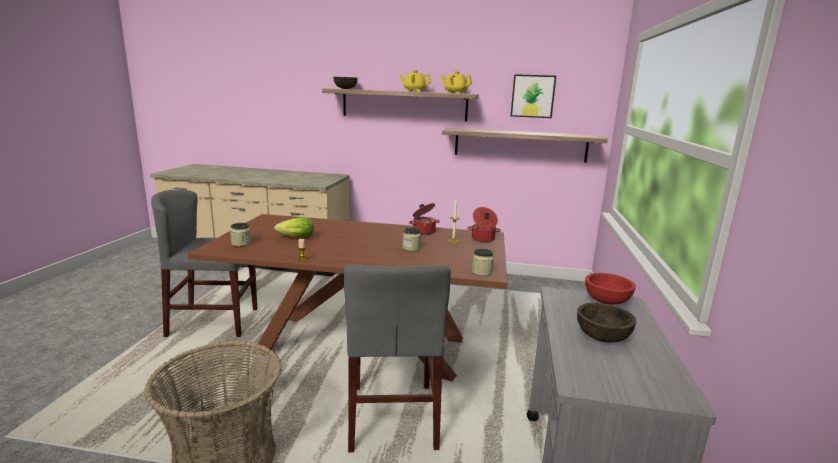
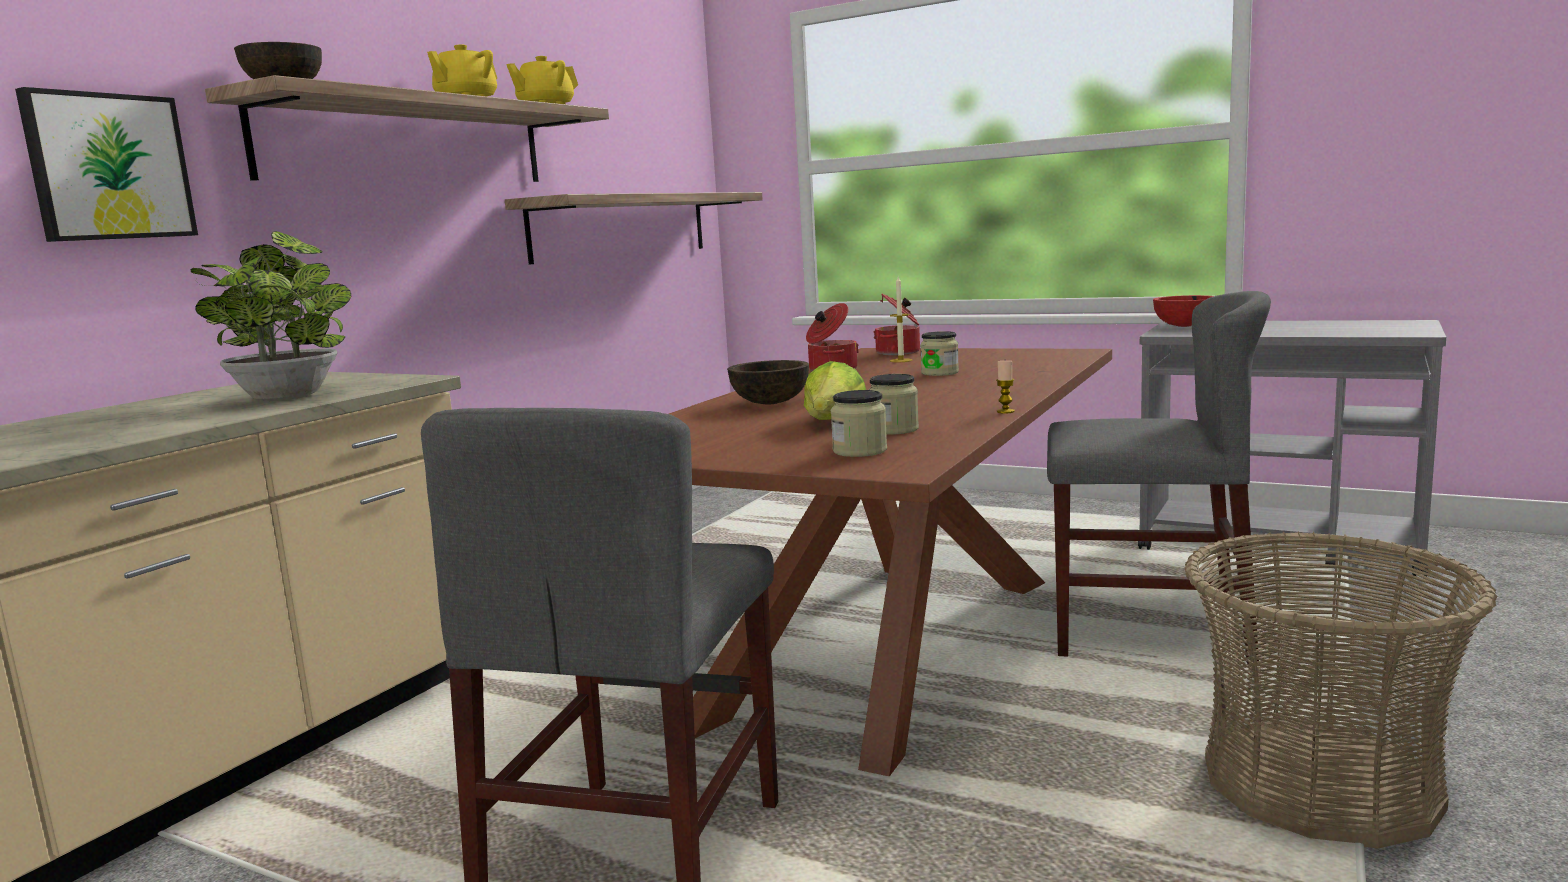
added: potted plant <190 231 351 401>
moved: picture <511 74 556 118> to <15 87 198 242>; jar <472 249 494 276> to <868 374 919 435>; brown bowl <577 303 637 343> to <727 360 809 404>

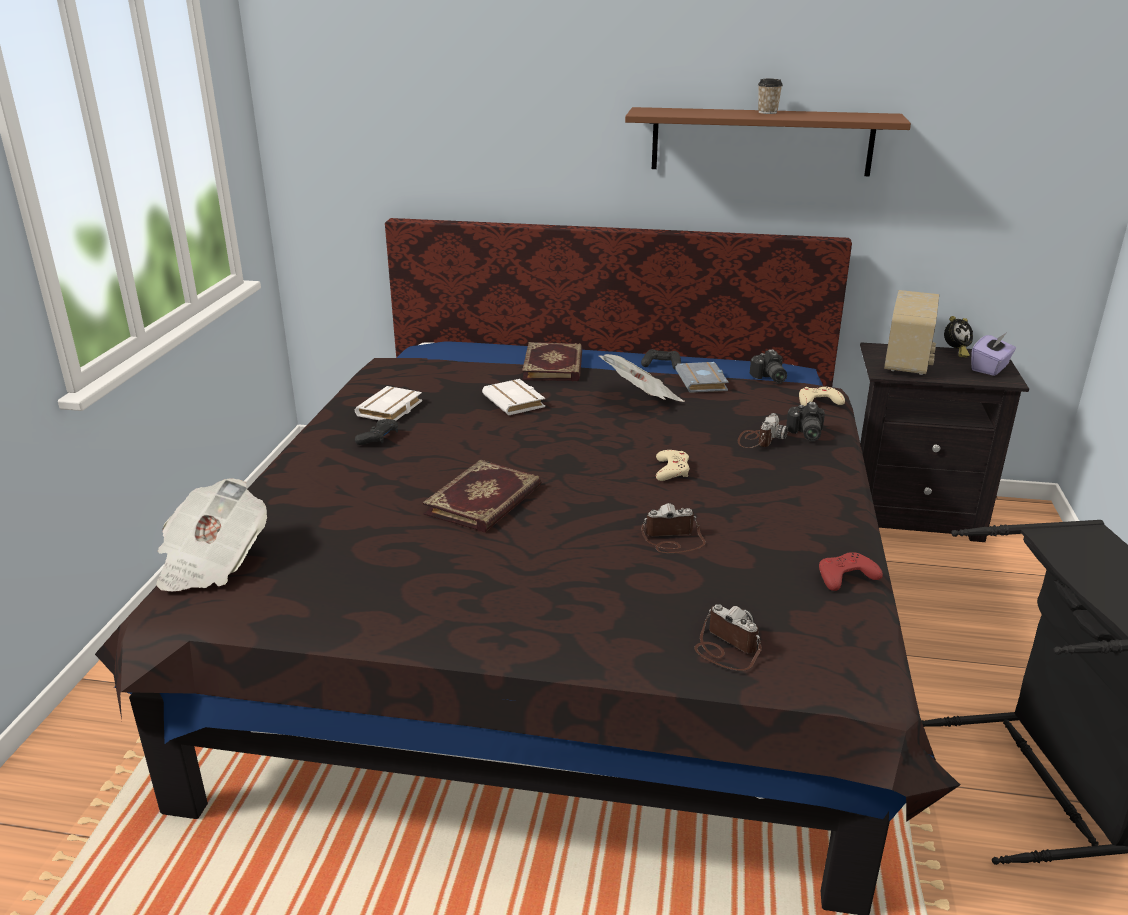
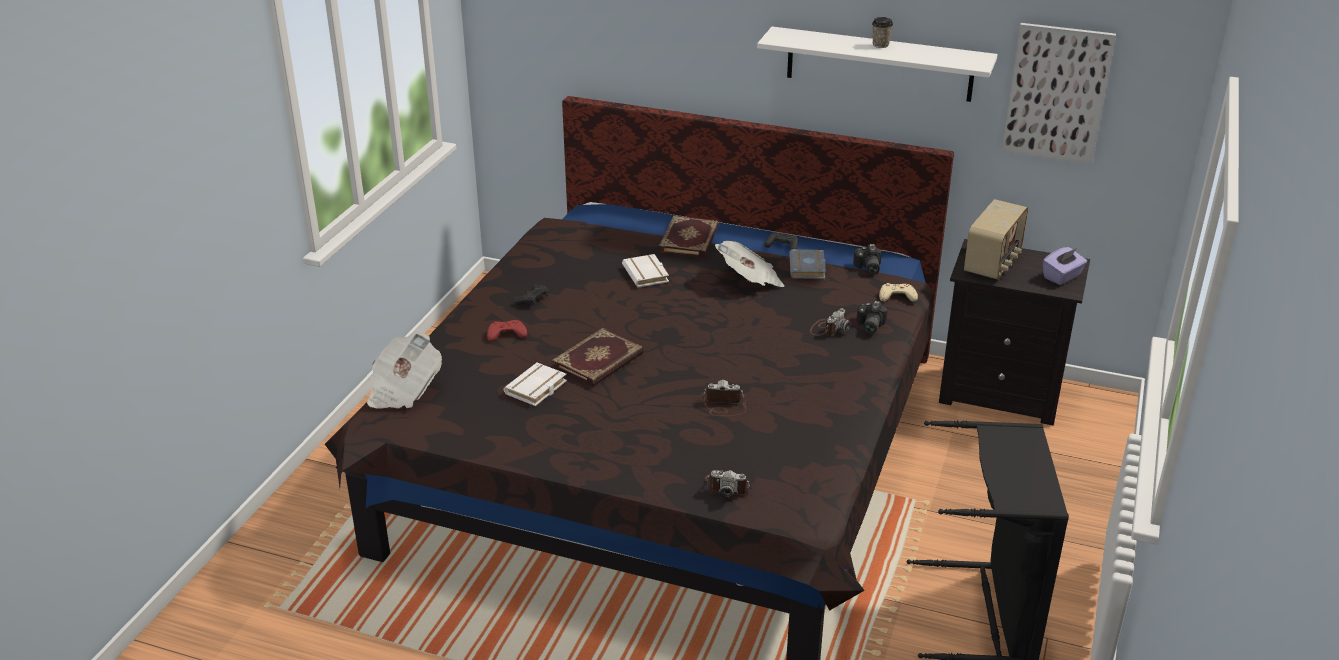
removed: alarm clock <944 316 973 358>; beige game controller <656 450 689 481>
added: picture <1002 23 1116 164>
moved: white book <355 386 422 421> to <504 363 567 406>; red game controller <819 552 883 591> to <487 320 527 342>
recoloured: brown shelf <625 107 911 176> to white shelf <757 27 998 102>
turned: photo camera <694 604 762 671> = <705 470 751 497> 135 degrees clockwise

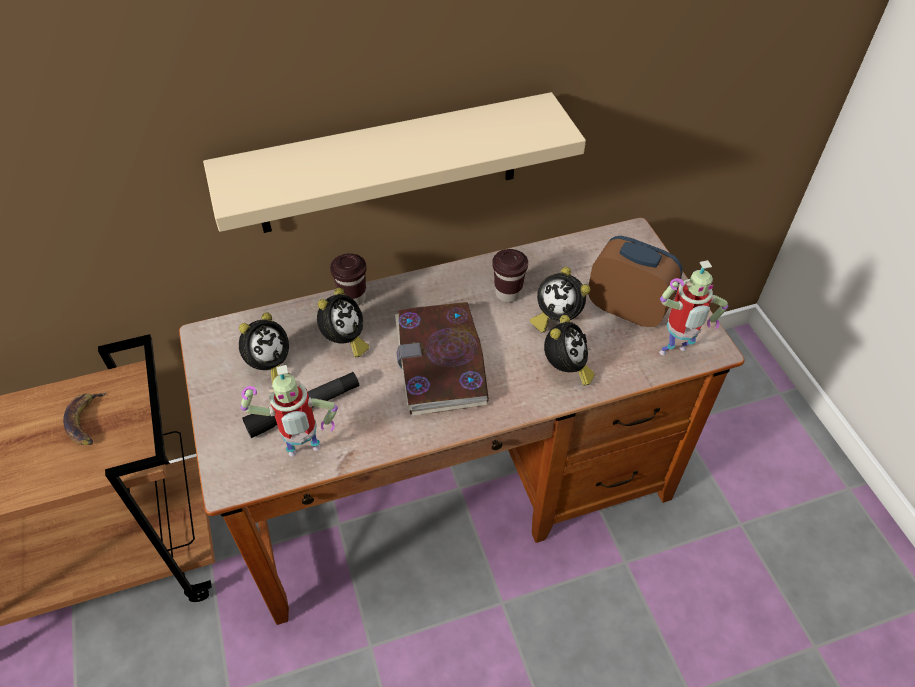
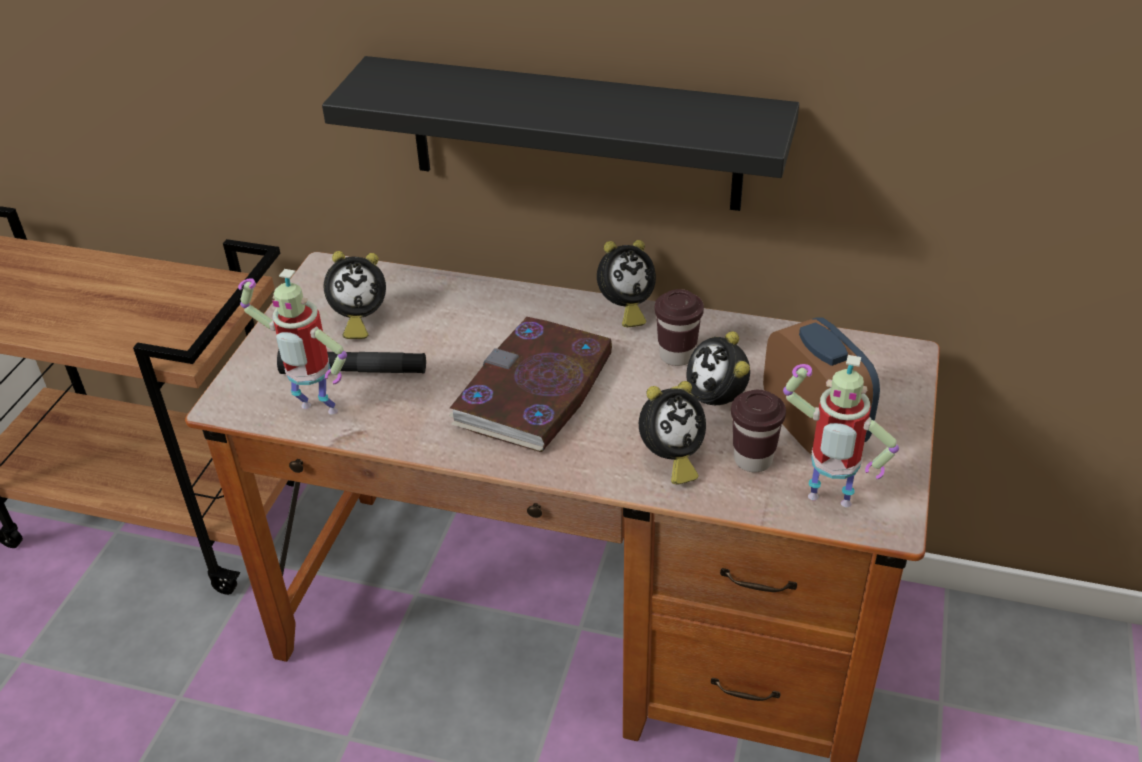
removed: banana <63 392 107 445>
moved: brown cup <330 253 367 306> to <731 390 786 472>; alarm clock <317 287 369 357> to <597 240 656 327>
recoloured: beige shelf <203 92 586 233> to black shelf <322 56 799 211>

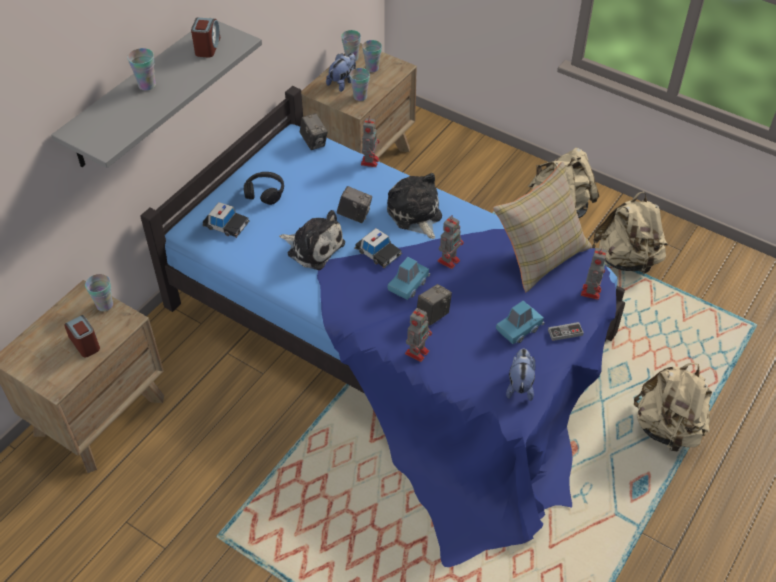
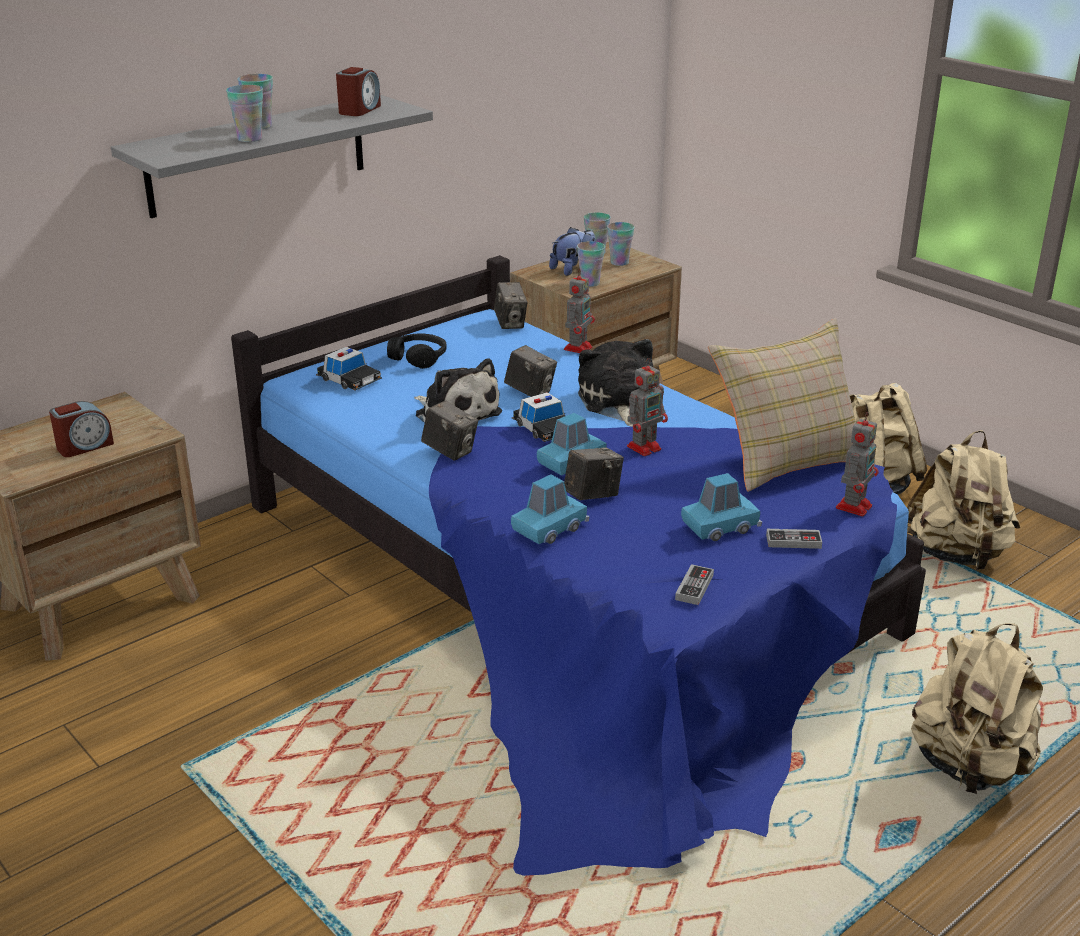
added: photo camera <421 401 478 461>
moved: cup <85 274 113 311> to <226 85 263 142>
replaced: toy robot <405 308 432 362> to blue toy car <511 474 590 544>; plush toy <506 349 535 401> to game controller <675 564 714 605>
turned: alarm clock <64 315 100 358> = <49 401 114 457> 75 degrees clockwise

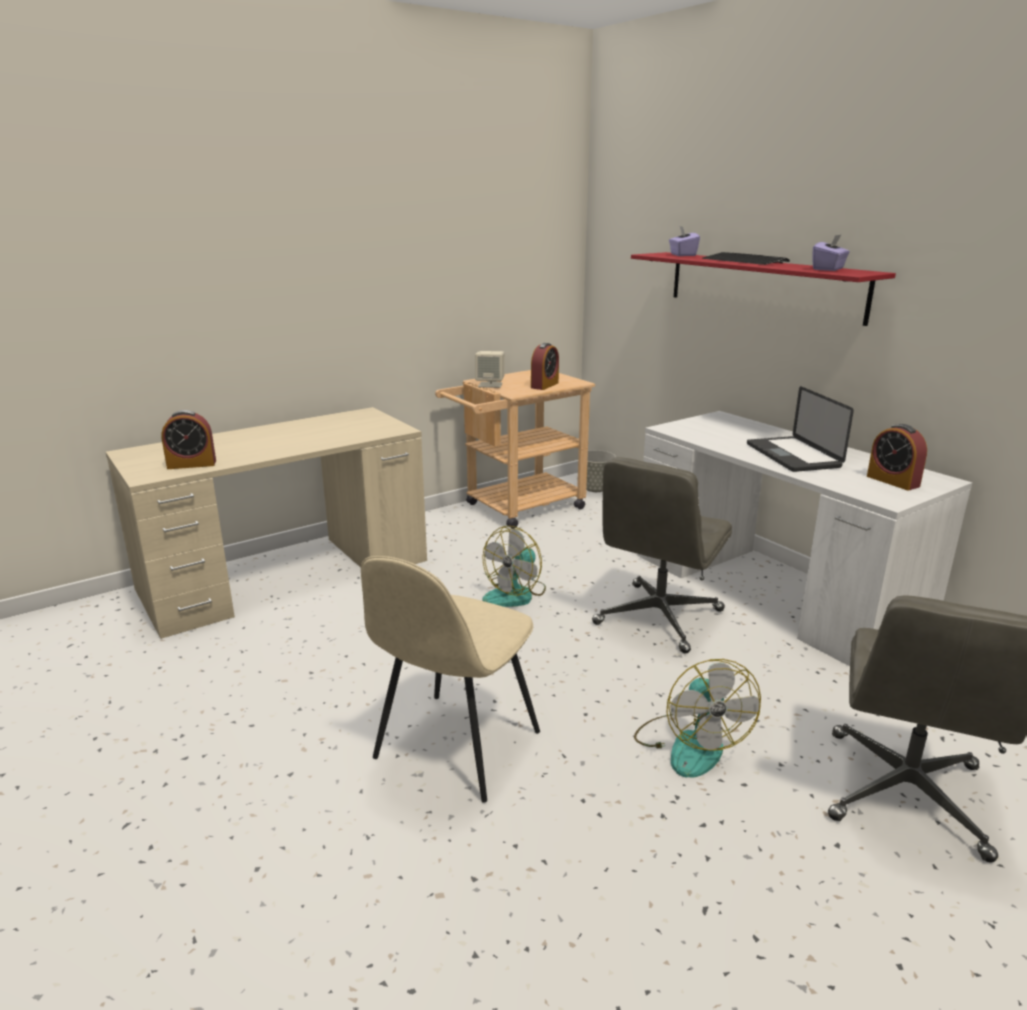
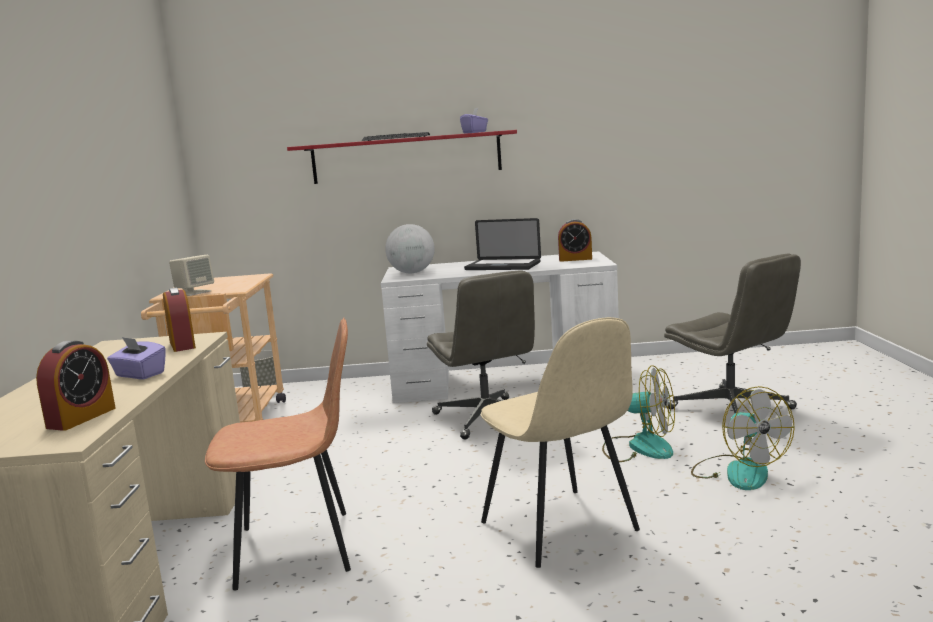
added: globe <385 224 435 273>; brown chair <205 317 351 590>
moved: purple tissue box <669 226 700 256> to <107 337 166 379>; alarm clock <531 343 559 390> to <163 288 196 352>; fan <482 526 546 607> to <691 386 795 490>

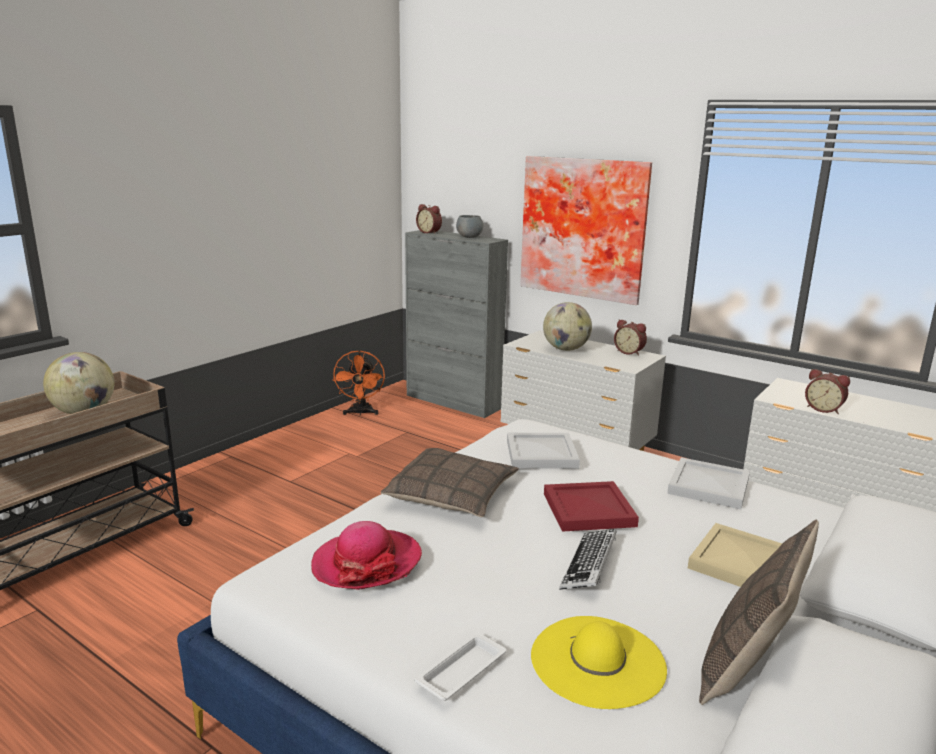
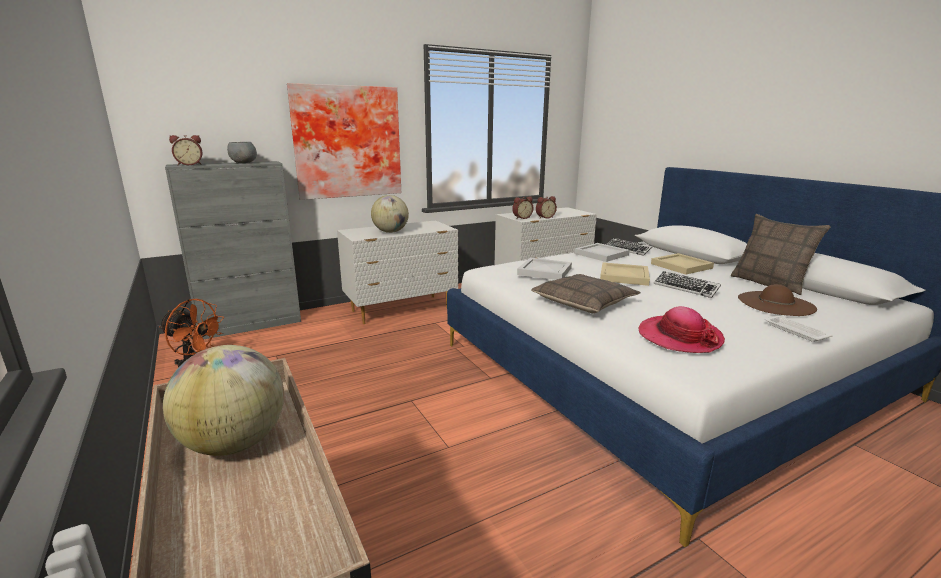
added: keyboard <606 238 653 256>
moved: alarm clock <614 319 647 356> to <512 197 533 219>
recoloured: red tray <544 481 639 532> to beige tray <600 262 650 286>; yellow hat <531 616 667 709> to brown hat <738 284 817 316>

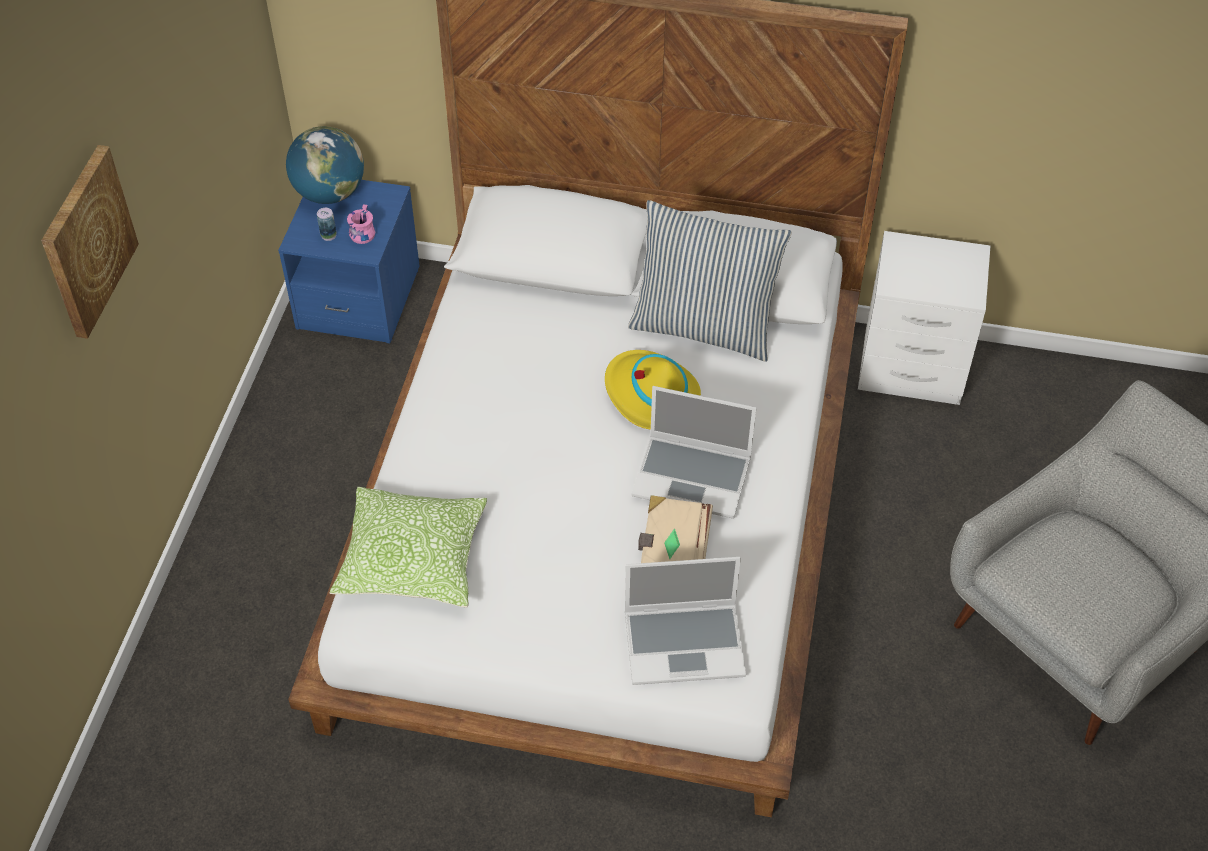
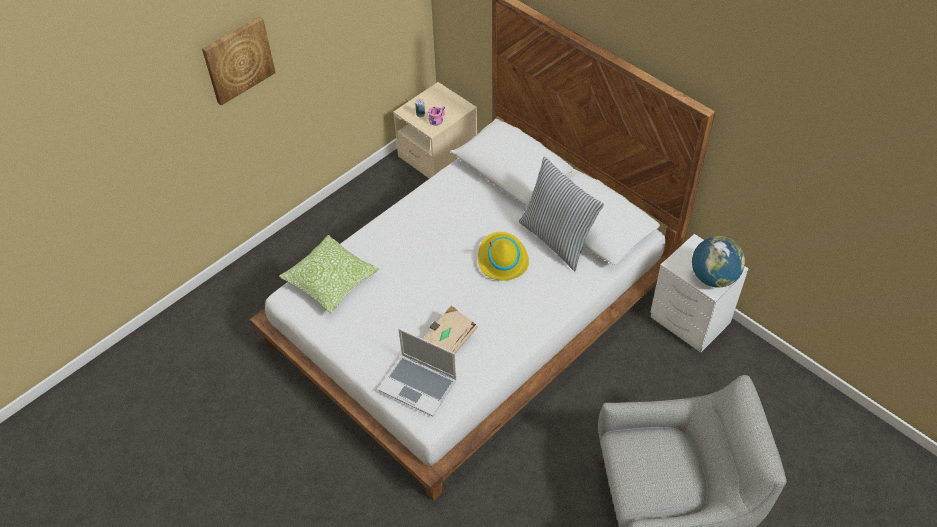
removed: laptop <631 386 756 519>
moved: globe <286 126 364 204> to <692 236 745 288>
recoloured: blue nightstand <278 180 420 343> to beige nightstand <393 82 477 179>

